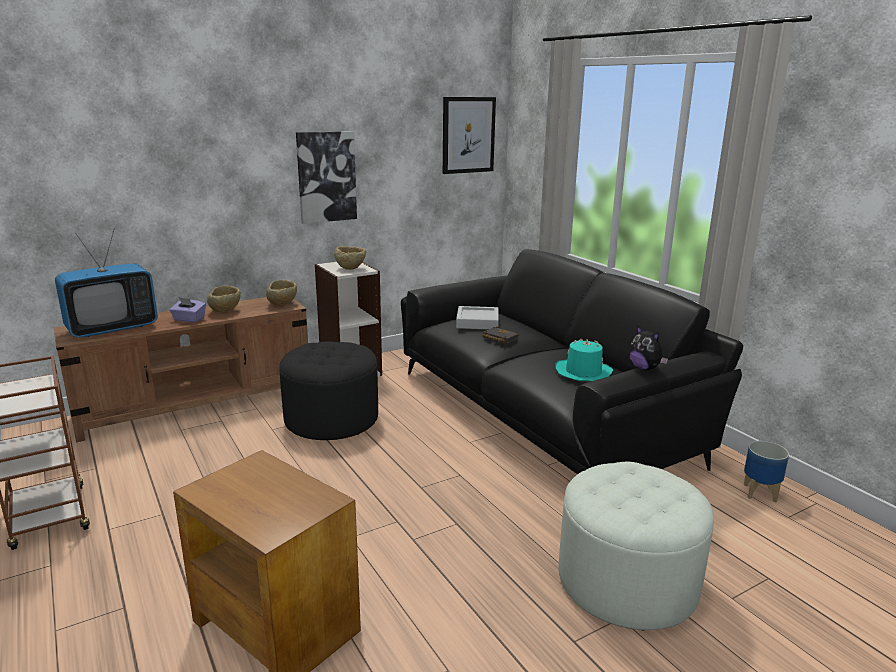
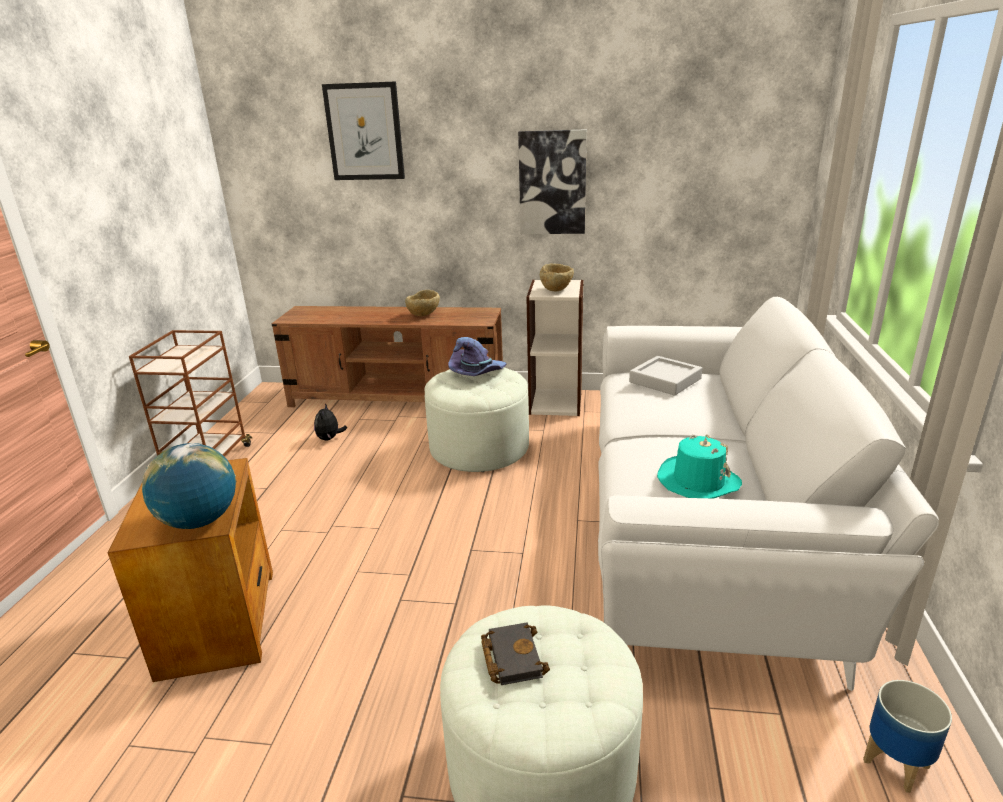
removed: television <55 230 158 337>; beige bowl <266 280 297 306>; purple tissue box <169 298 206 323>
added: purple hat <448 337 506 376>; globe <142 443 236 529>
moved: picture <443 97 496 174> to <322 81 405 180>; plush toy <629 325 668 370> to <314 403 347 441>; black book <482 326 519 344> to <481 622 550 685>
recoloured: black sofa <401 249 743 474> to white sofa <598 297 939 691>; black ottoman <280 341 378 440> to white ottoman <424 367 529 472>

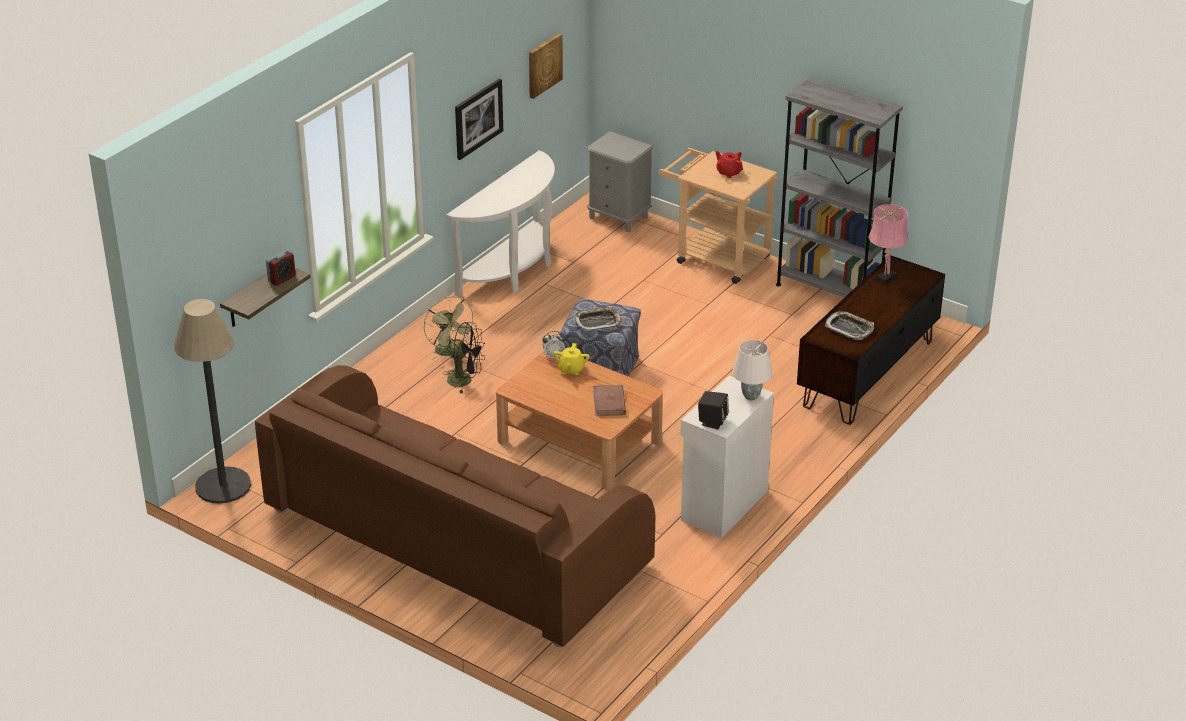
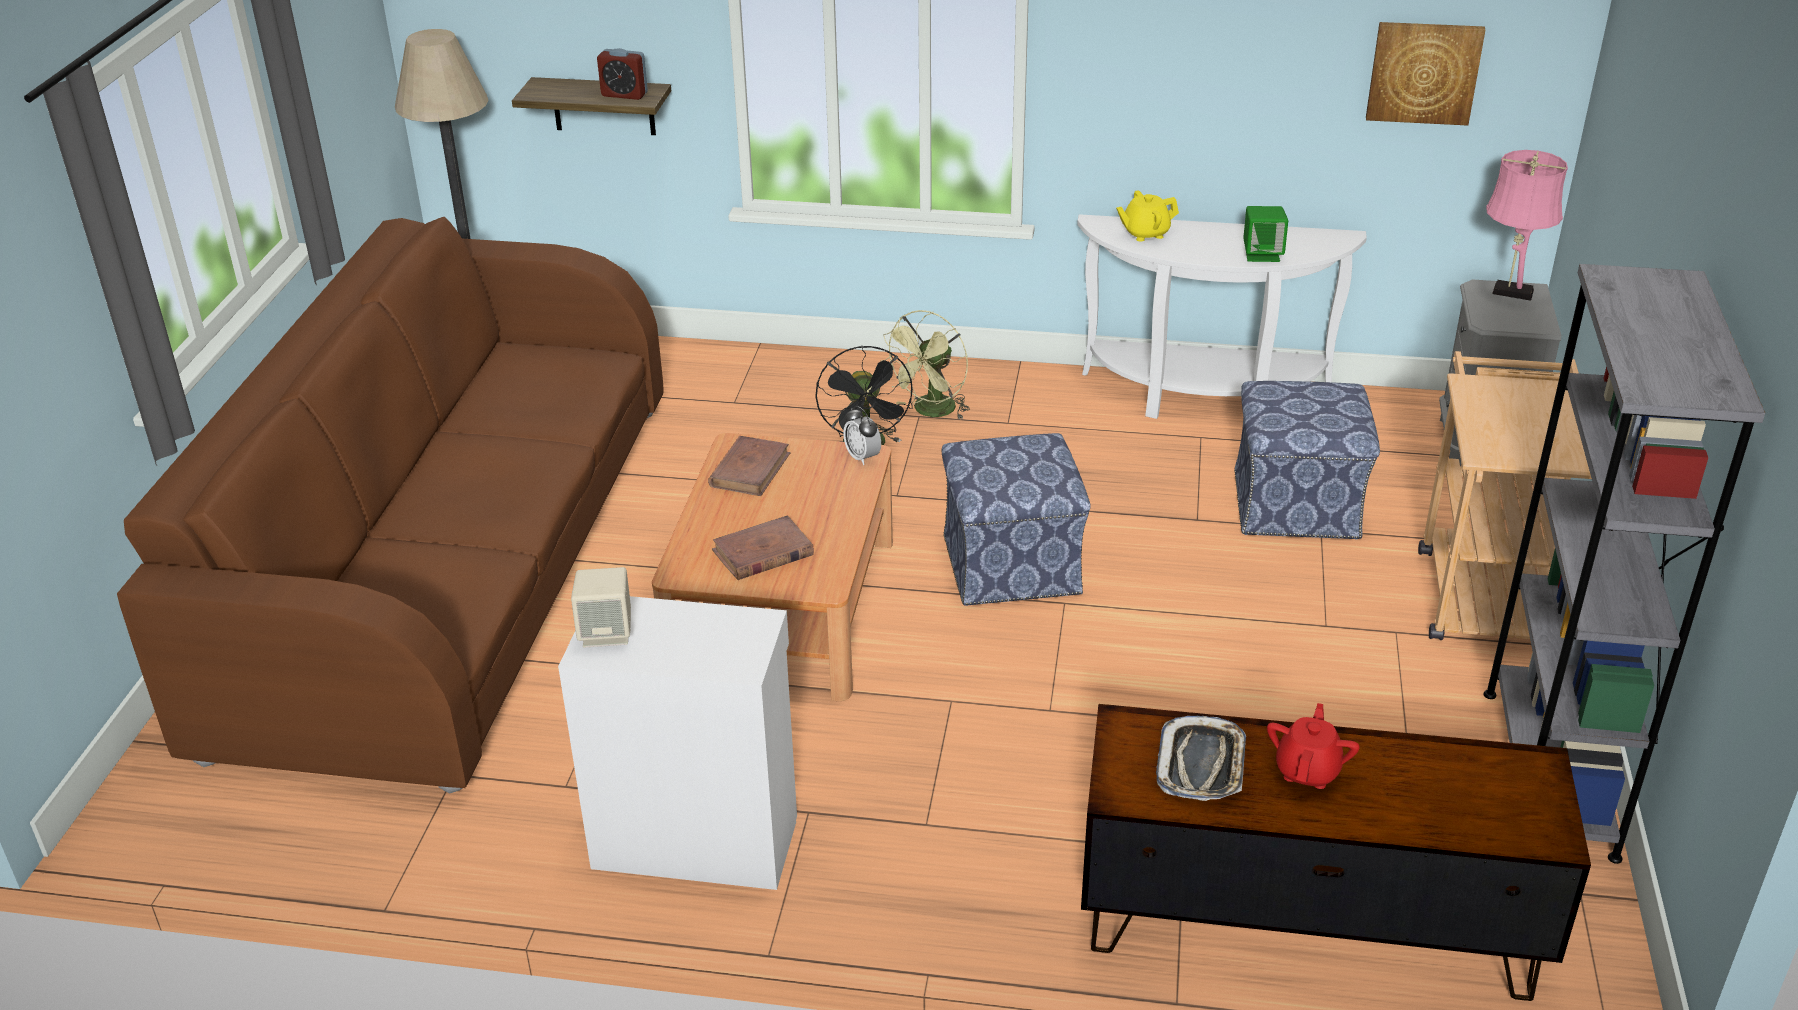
removed: picture <455 78 503 160>; tray <573 306 622 331>; white table lamp <732 340 773 400>
added: green speaker <1243 206 1288 262>; ottoman <1234 381 1380 540>; brown book <708 436 791 496>
moved: red teapot <716 151 743 178> to <1267 703 1360 789>; pink table lamp <868 204 909 283> to <1486 150 1568 301>; yellow teapot <553 343 590 375> to <1116 190 1179 242>
recoloured: black speaker <698 391 729 429> to beige speaker <571 567 631 648>

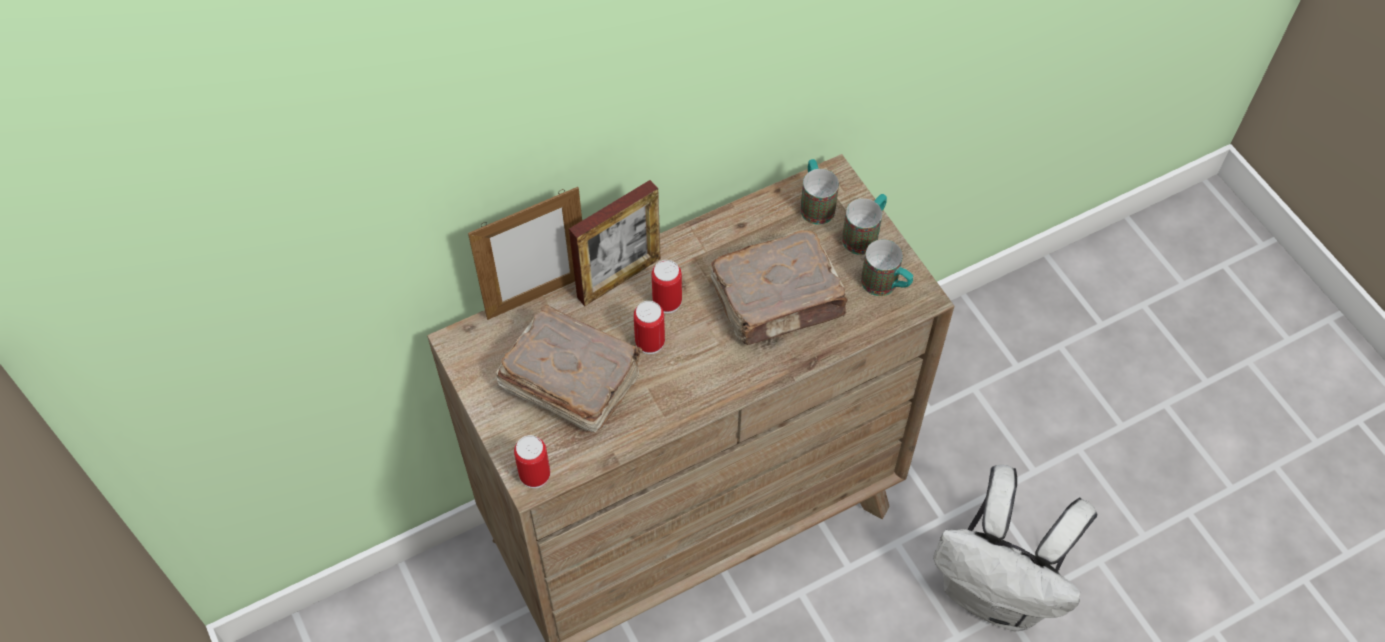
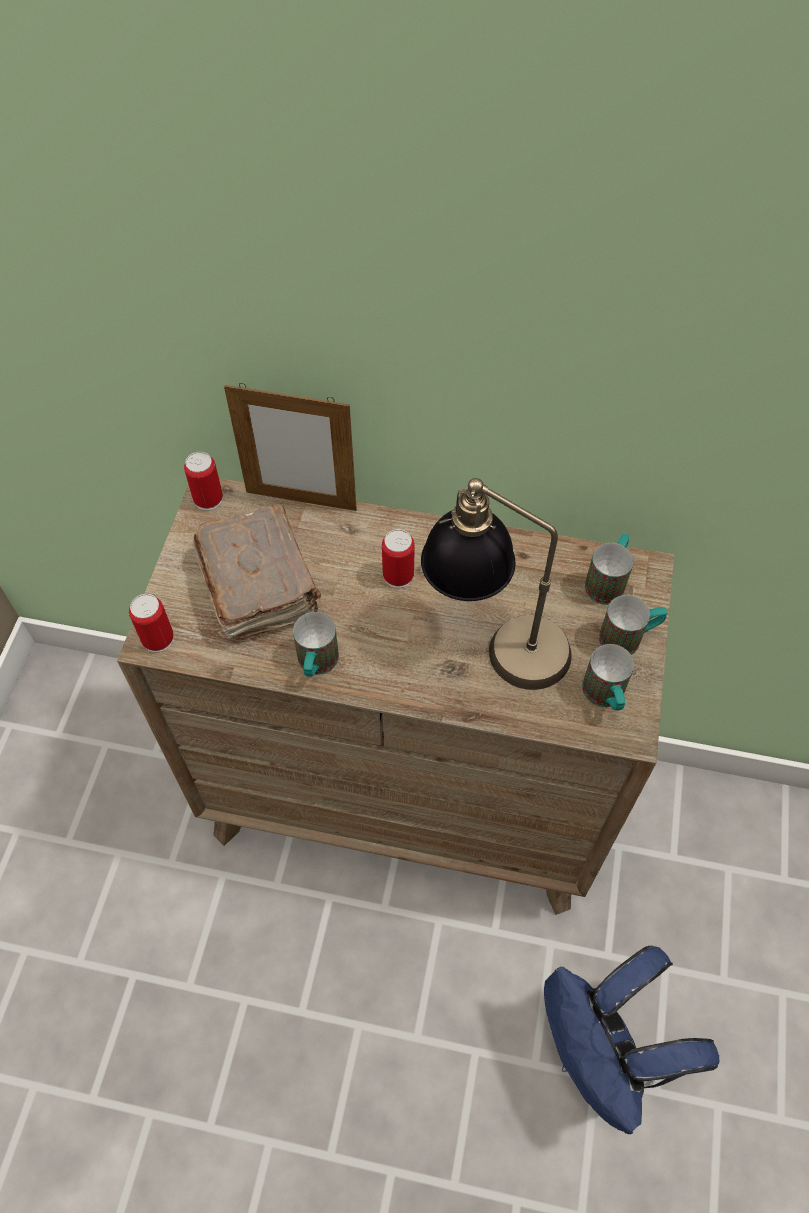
removed: picture frame <569 180 661 306>
added: mug <293 612 339 677>
moved: can <634 301 665 354> to <184 452 223 511>
replaced: brown book <711 230 849 345> to table lamp <421 478 572 690>
recoloured: white backpack <933 464 1097 632> to blue backpack <544 946 719 1134>

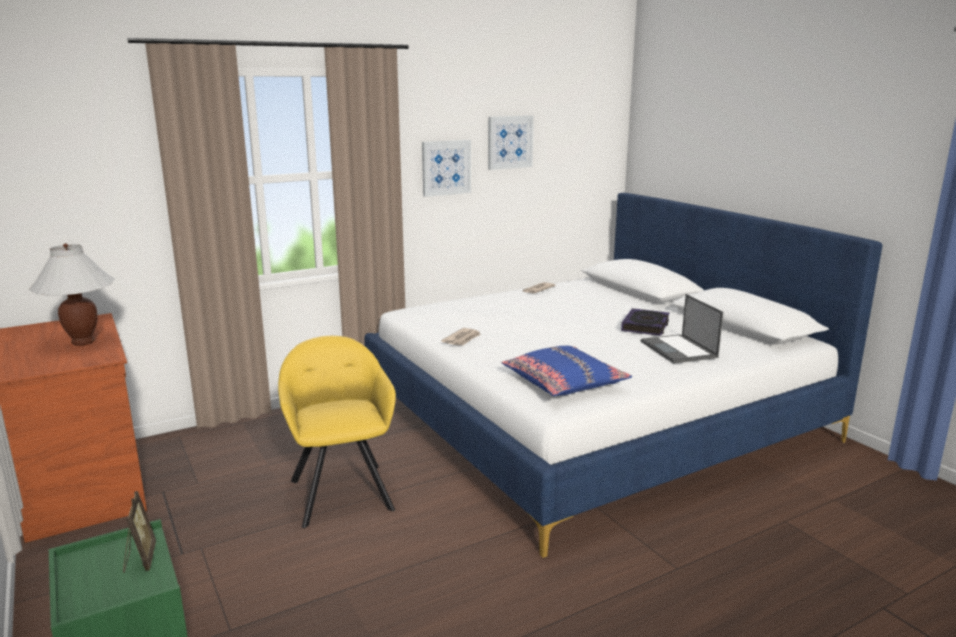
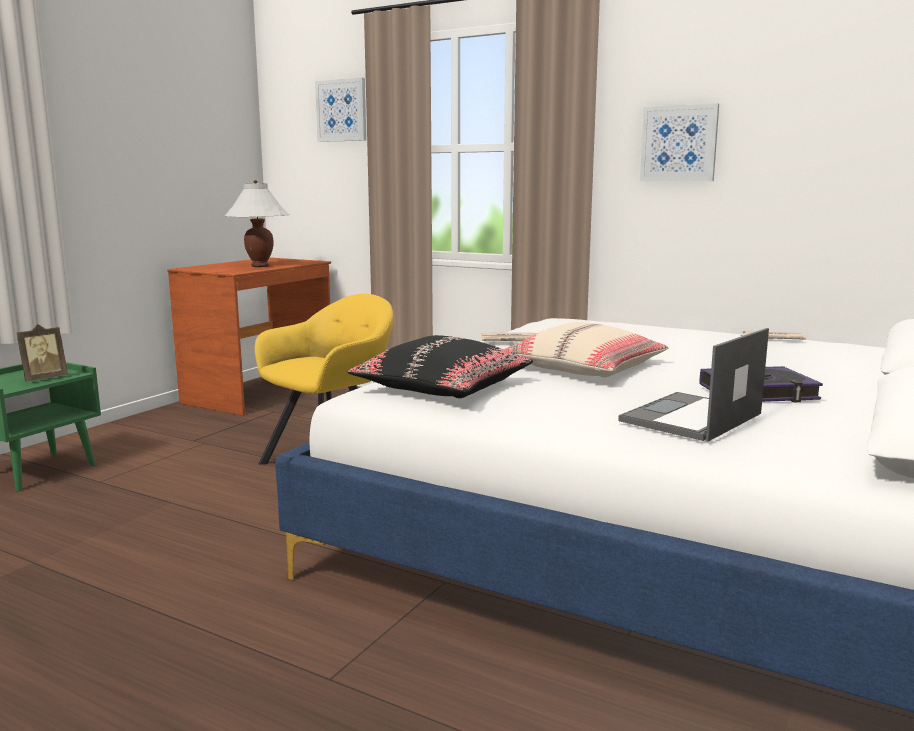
added: beige pillow <504 322 669 378>
moved: picture <488 116 534 170> to <315 78 366 142>
recoloured: blue pillow <501 346 632 396> to black pillow <347 335 533 398>

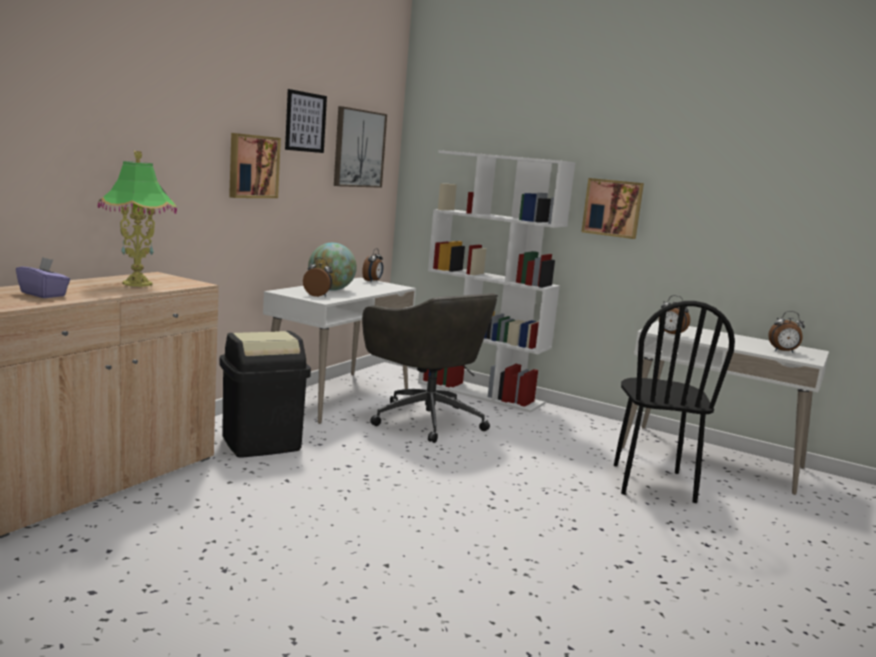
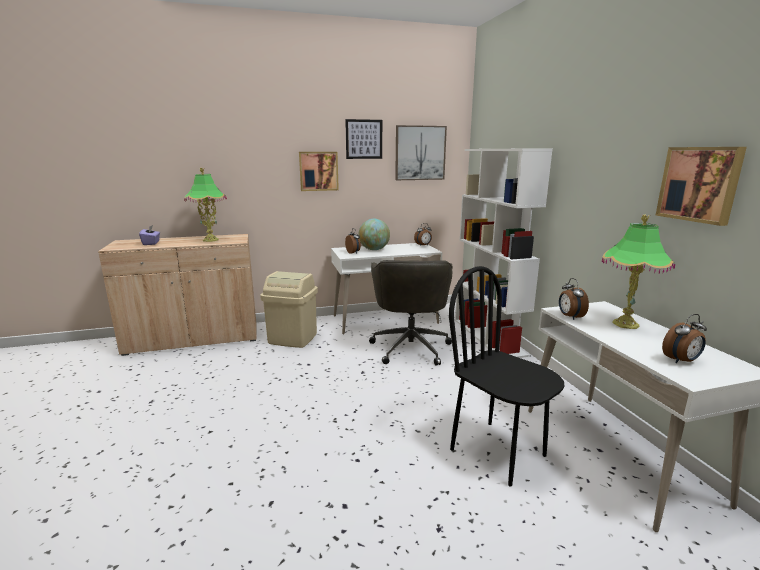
added: table lamp <602 215 675 329>
moved: picture <581 178 644 239> to <656 147 747 226>
recoloured: black trash can <219 331 311 458> to beige trash can <260 271 318 348>
turned: black chair <614 301 735 503> = <449 266 564 487> 90 degrees clockwise; alarm clock <768 311 805 353> = <662 314 707 363> 75 degrees counterclockwise

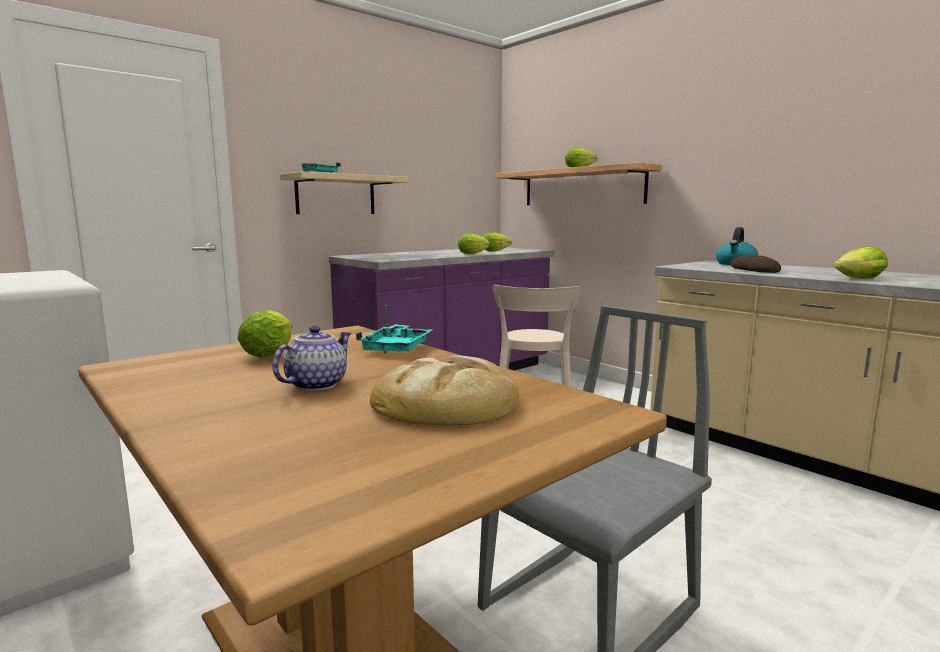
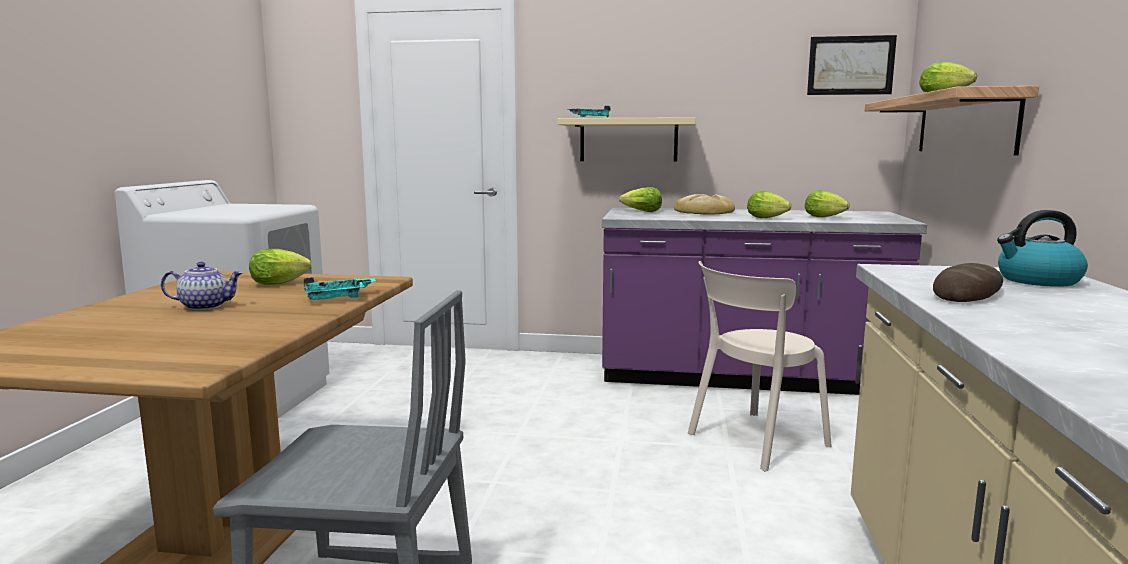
added: picture <807 35 897 95>
moved: lettuce <834 246 888 279> to <619 187 662 212>; bread <370 355 519 426> to <674 194 735 215>

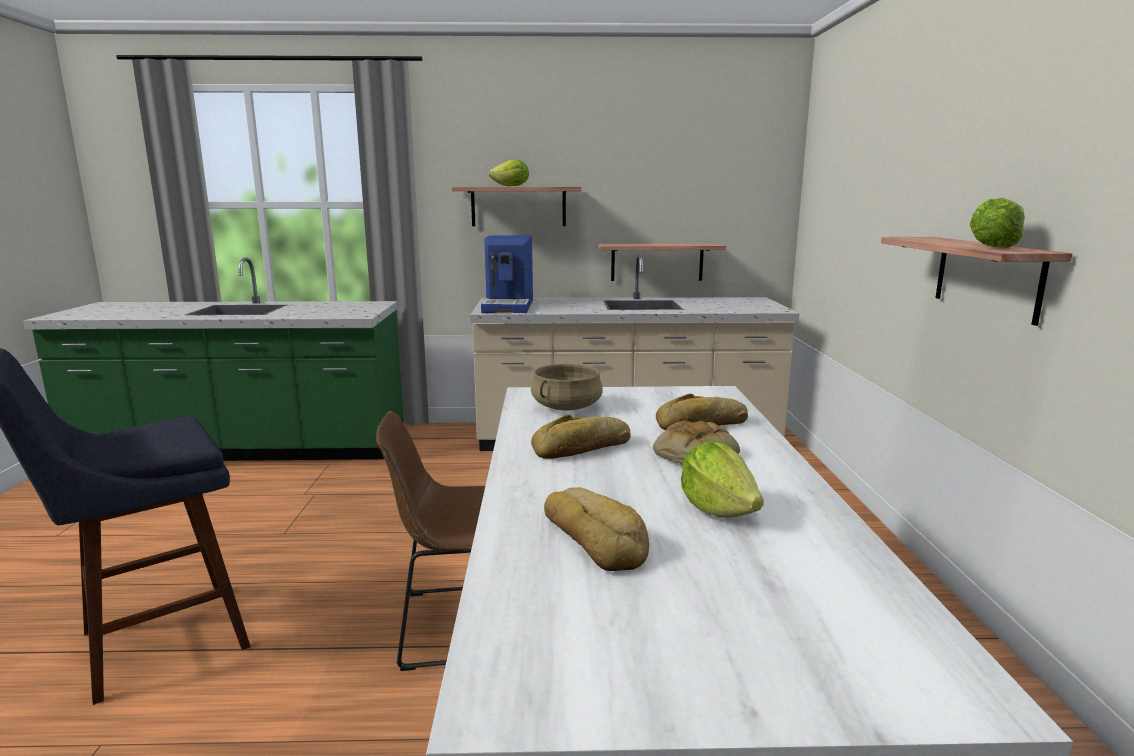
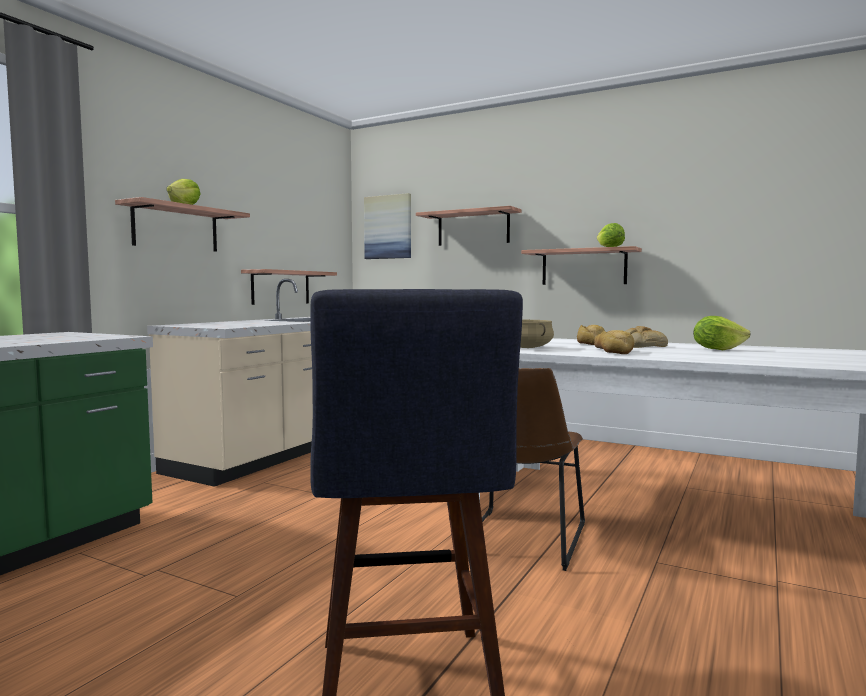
removed: coffee machine <481 236 533 313>; bread <544 487 649 571>
added: picture <364 193 411 259>; shelf <416 206 521 246>

